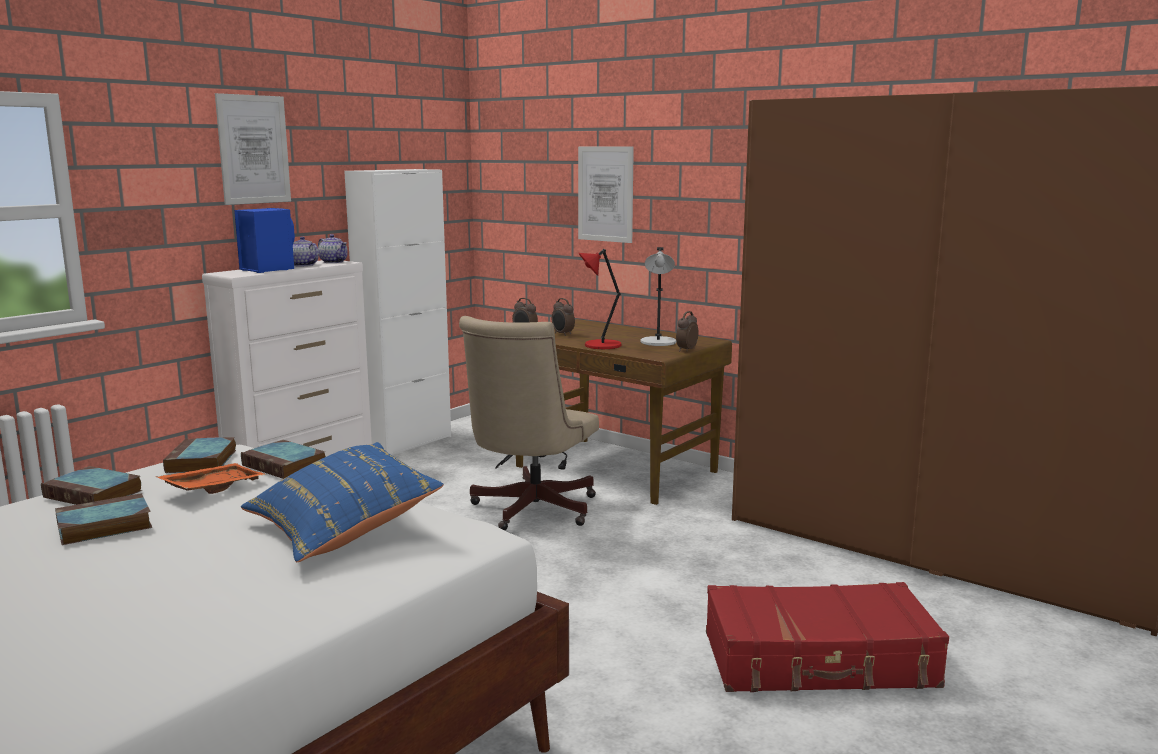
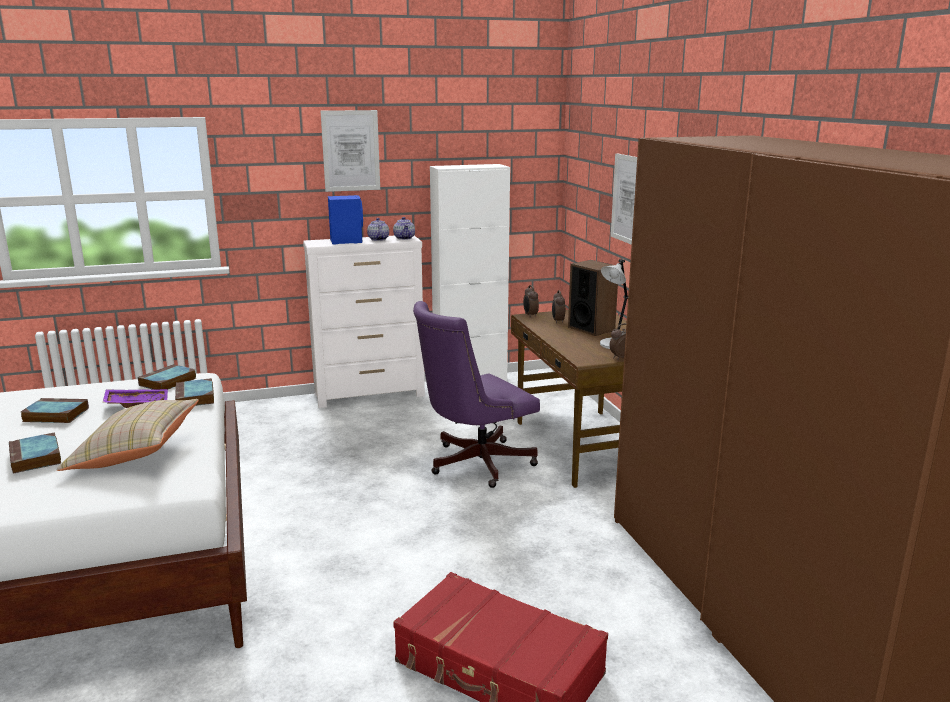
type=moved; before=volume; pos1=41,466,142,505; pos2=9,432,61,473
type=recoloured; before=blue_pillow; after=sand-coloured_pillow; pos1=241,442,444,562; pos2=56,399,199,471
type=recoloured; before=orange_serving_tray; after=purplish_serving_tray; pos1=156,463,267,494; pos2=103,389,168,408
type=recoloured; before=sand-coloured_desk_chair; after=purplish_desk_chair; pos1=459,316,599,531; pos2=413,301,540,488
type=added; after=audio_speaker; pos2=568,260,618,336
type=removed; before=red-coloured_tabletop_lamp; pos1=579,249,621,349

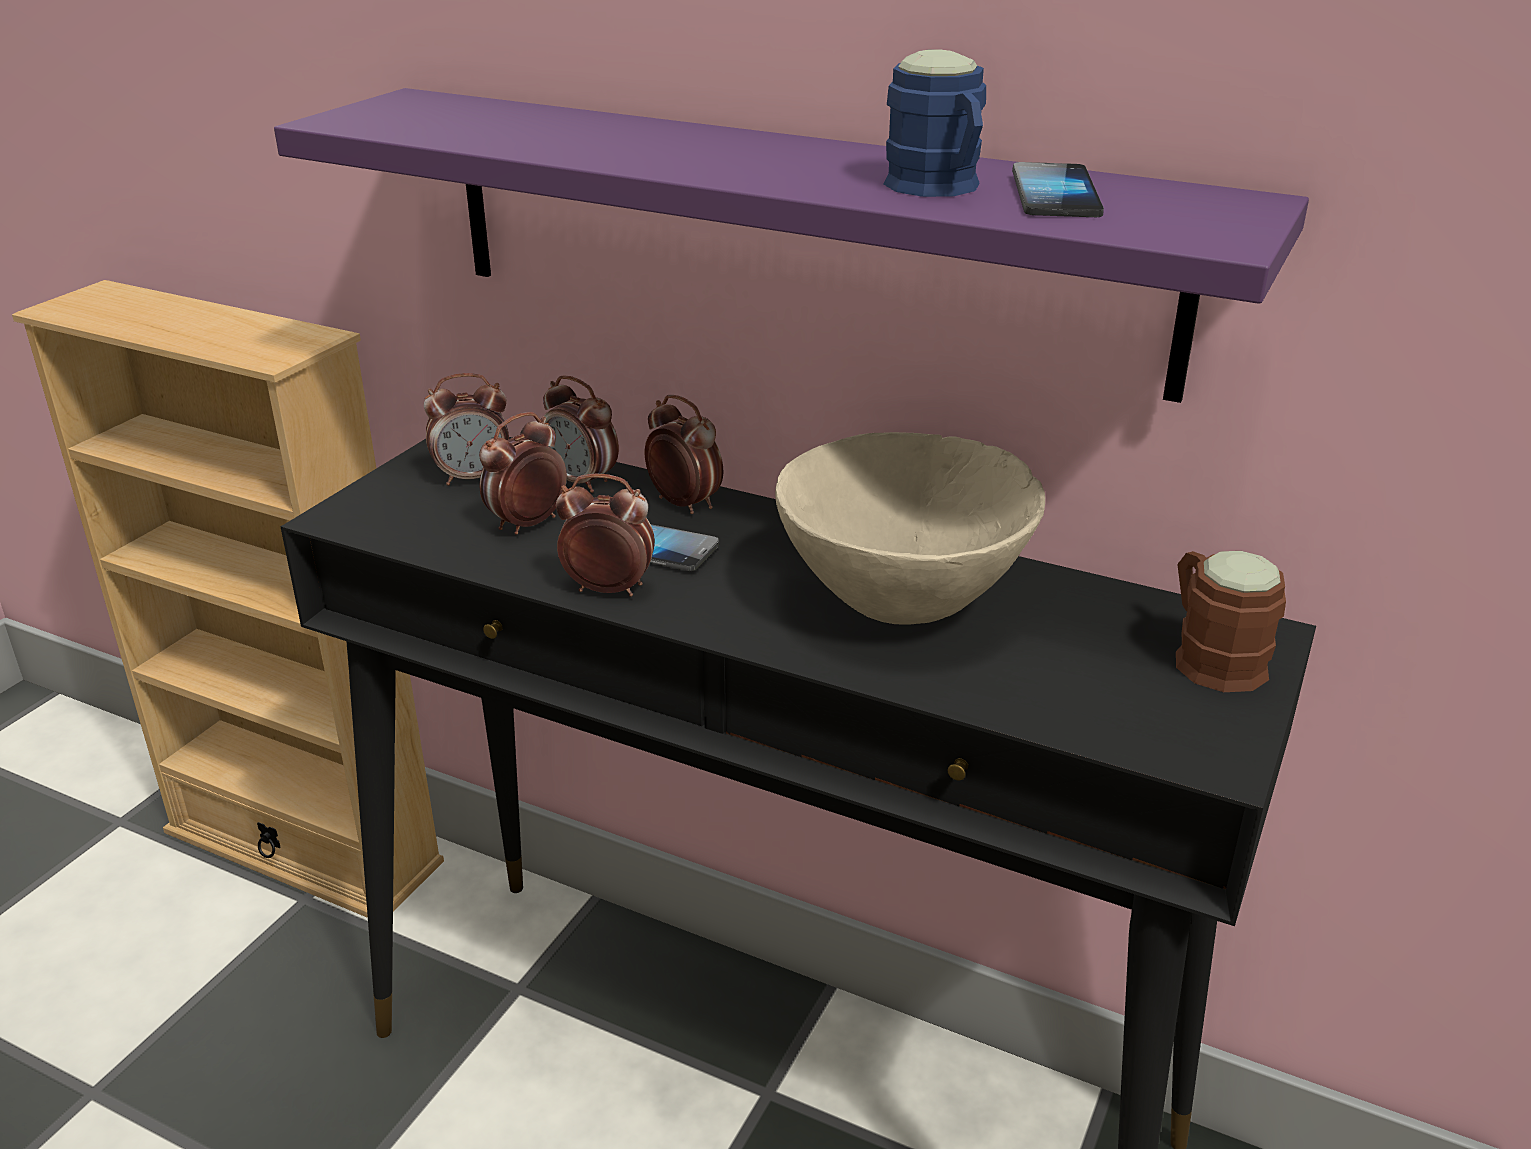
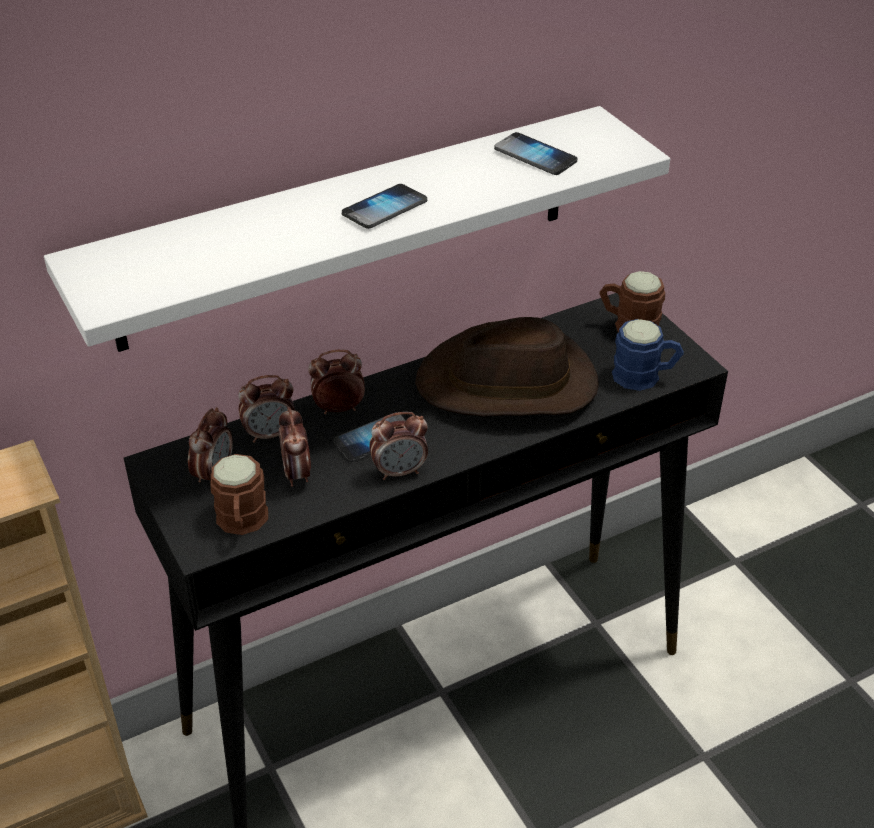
type=recoloured; before=purplish_wall_shelf; after=whitish_wall_shelf; pos1=274,88,1309,403; pos2=44,106,670,352
type=added; after=brownish_mug; pos2=211,454,268,535
type=added; after=phone; pos2=342,184,427,229
type=turned; before=alarm_clock; pos1=556,473,655,597; pos2=369,412,428,480; turn=-150
type=replaced; before=sand-coloured_deep_dish; after=brownish_clothing_hat; pos1=775,432,1045,625; pos2=415,317,599,417
type=moved; before=blue_mug; pos1=883,50,986,197; pos2=612,319,684,391

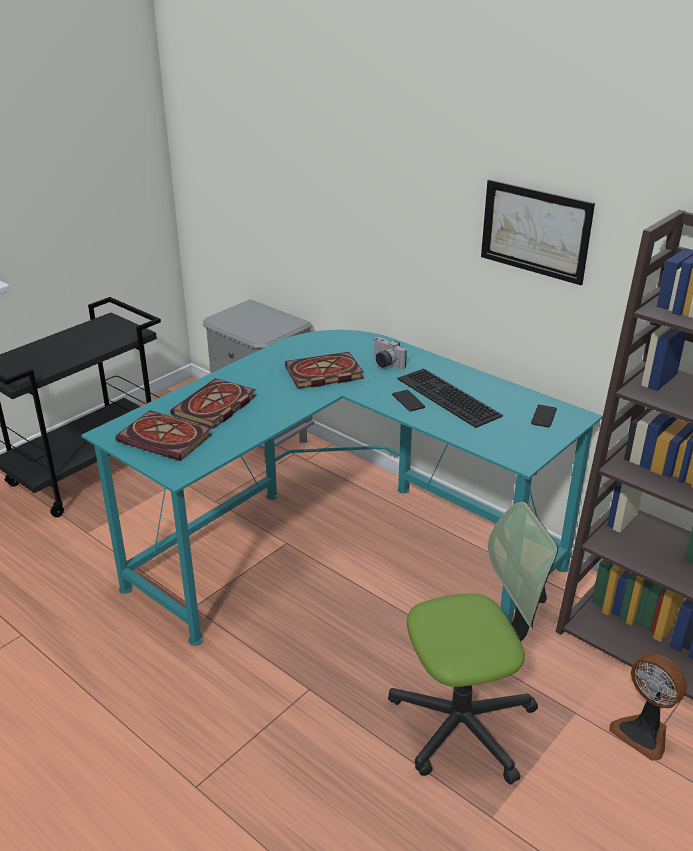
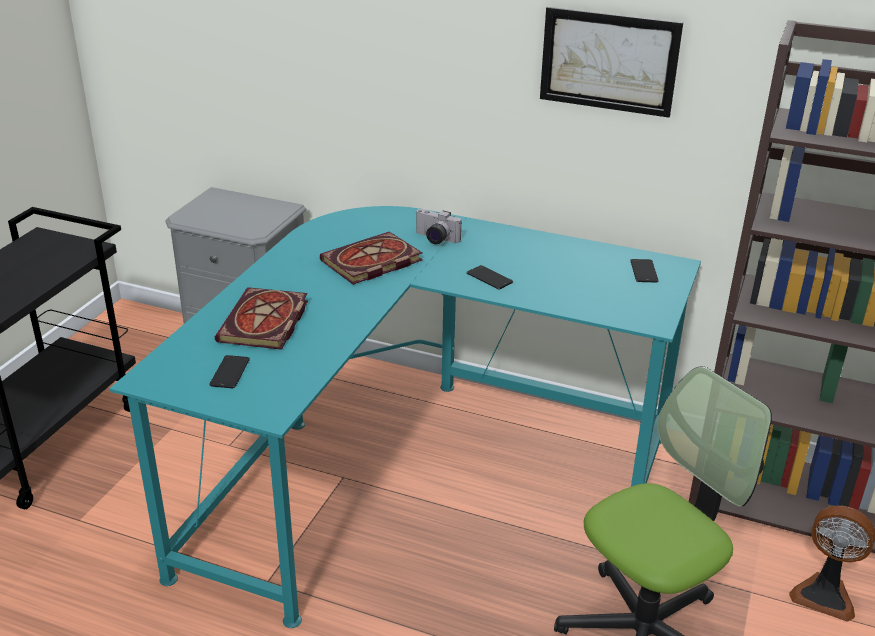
type=replaced; before=volume; after=phone; pos1=115,410,212,461; pos2=210,355,250,388
type=removed; before=PC_keyboard; pos1=397,368,503,428

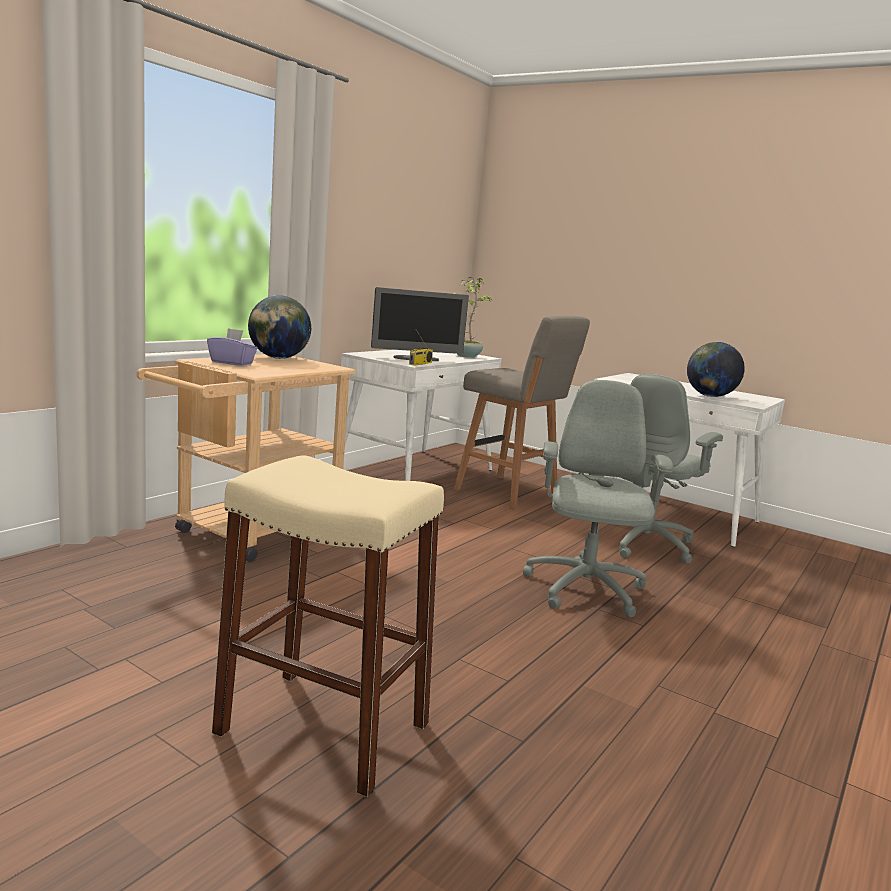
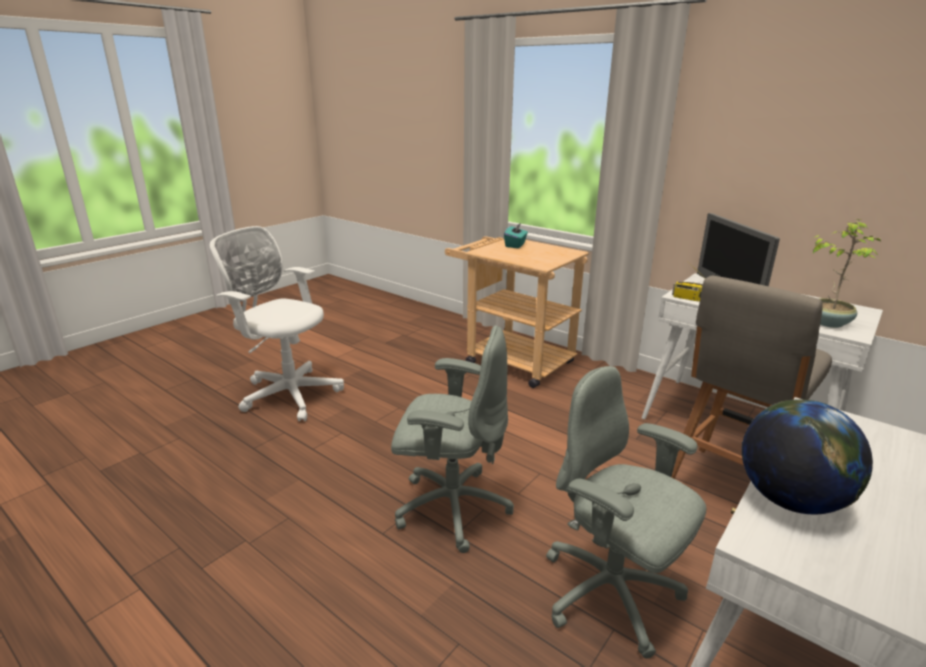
type=replaced; before=sand-coloured_stool_seat; after=whitish_desk_chair; pos1=212,455,444,797; pos2=210,226,344,421
type=recoloured; before=purplish_tissue_holder; after=blue-green_tissue_holder; pos1=207,328,258,366; pos2=504,222,528,248
type=removed; before=world_globe; pos1=248,295,311,359

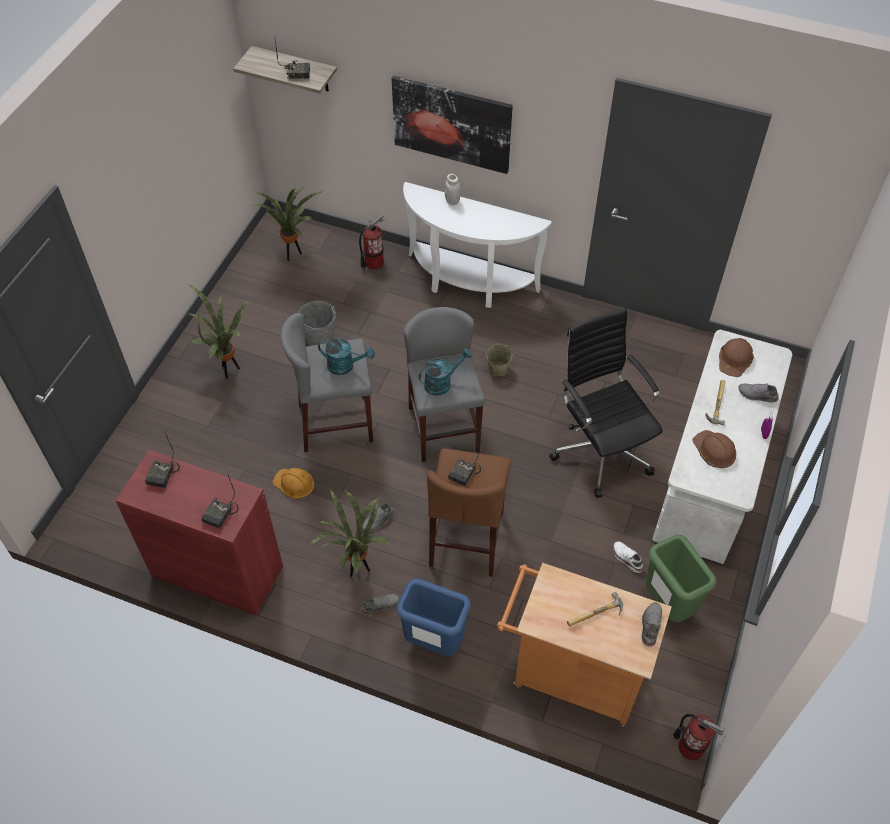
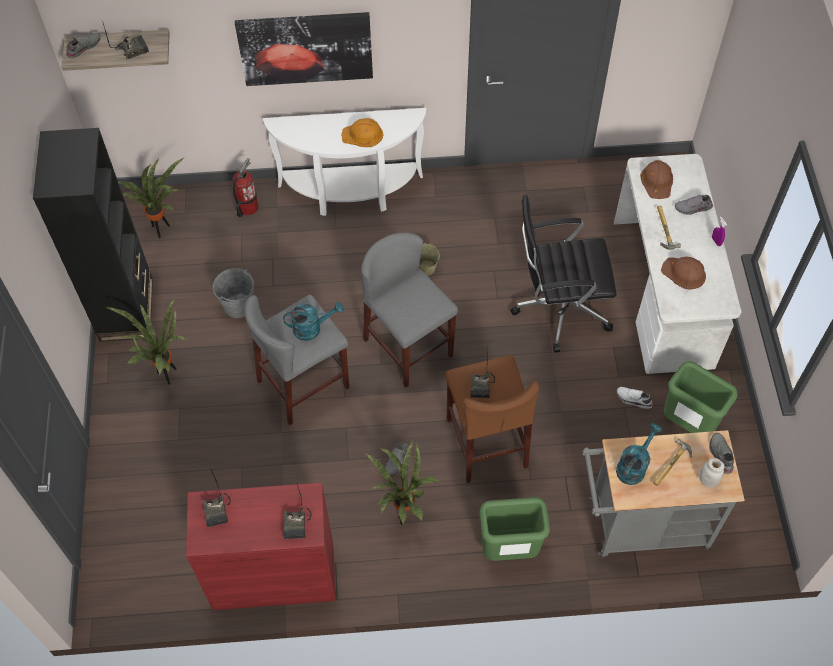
type=added; after=black_shelving_unit; pos2=33,128,153,342
type=moved; before=greyish_low_shoe; pos1=360,594,400,615; pos2=66,33,101,58
type=moved; before=orange_safety_helmet; pos1=272,468,314,499; pos2=341,118,383,147
type=recoloured; before=blue_waste_bin; after=greenish_waste_bin; pos1=396,578,471,656; pos2=479,497,550,561
type=turned; before=black_desk_chair; pos1=549,308,663,498; pos2=510,195,616,352; turn=-45
type=recoloured; before=orange_wheeled_cart; after=greyish_wheeled_cart; pos1=497,563,672,727; pos2=582,430,745,557
type=moved; before=blue-green_sprinkling_can; pos1=419,348,472,396; pos2=616,423,662,485
type=moved; before=whitish_storage_jar; pos1=445,174,461,205; pos2=699,458,725,488
type=removed; before=extinguisher; pos1=673,714,724,760

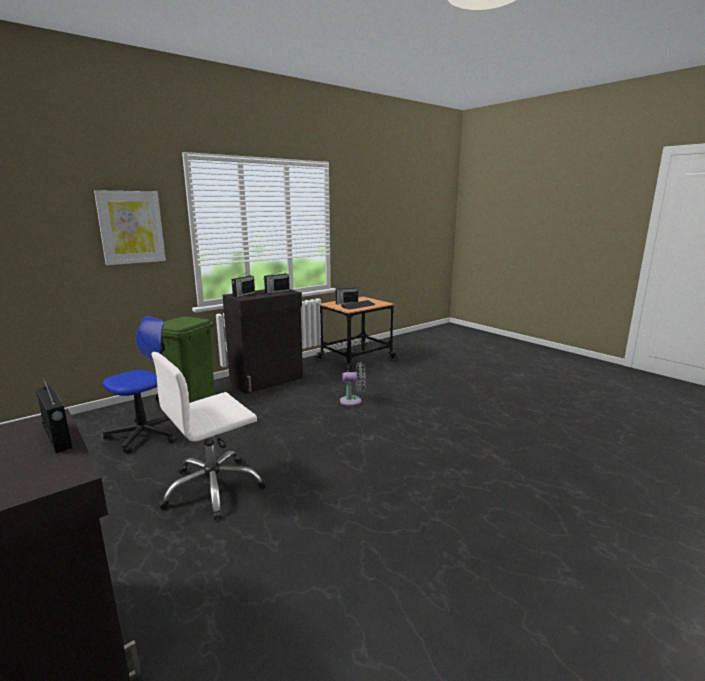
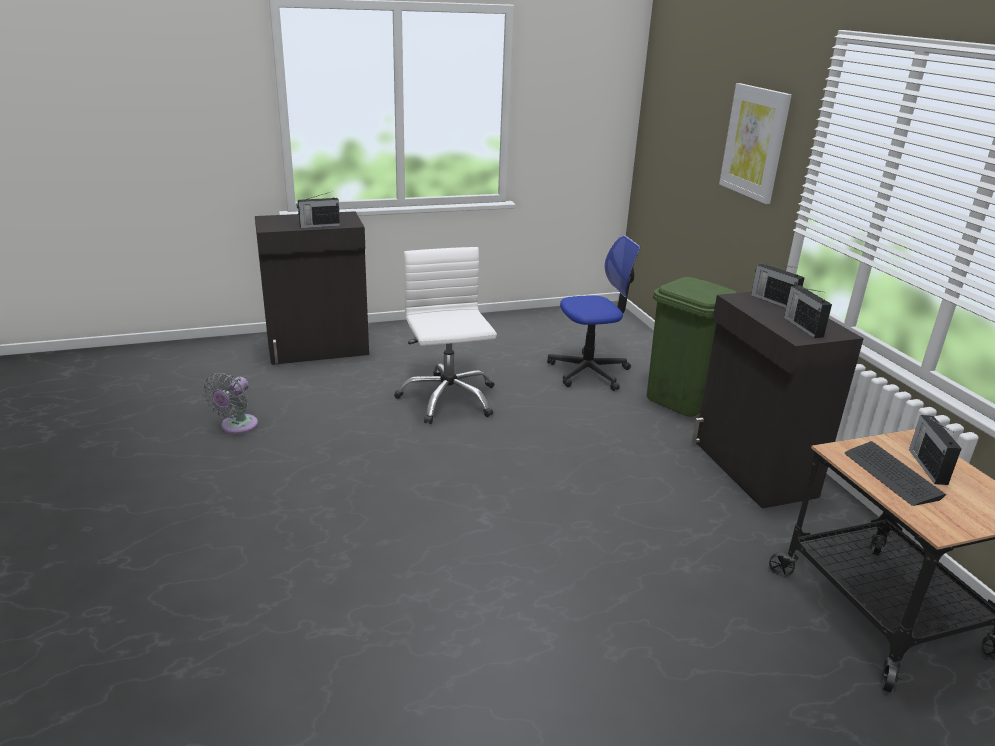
type=moved; before=greyish_cooling_fan; pos1=340,362,366,406; pos2=203,373,258,434
type=turned; before=desk_chair; pos1=103,316,176,453; pos2=547,235,640,391; turn=-75

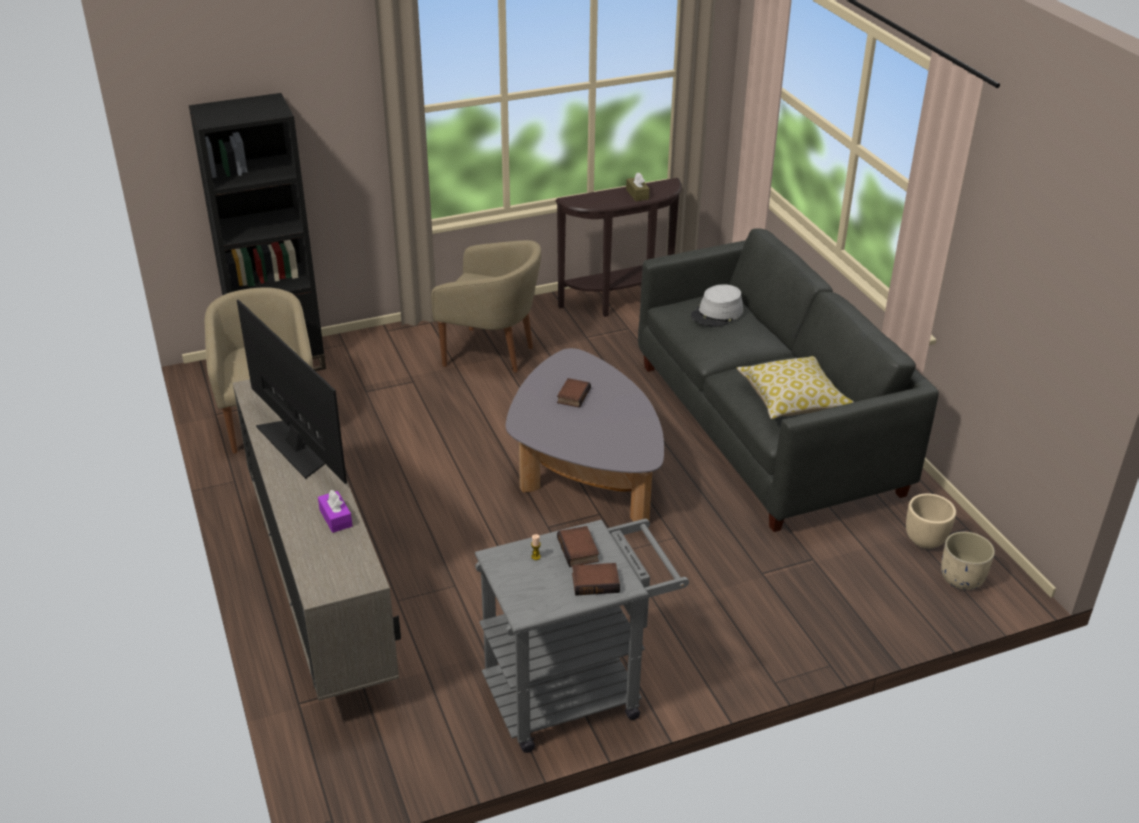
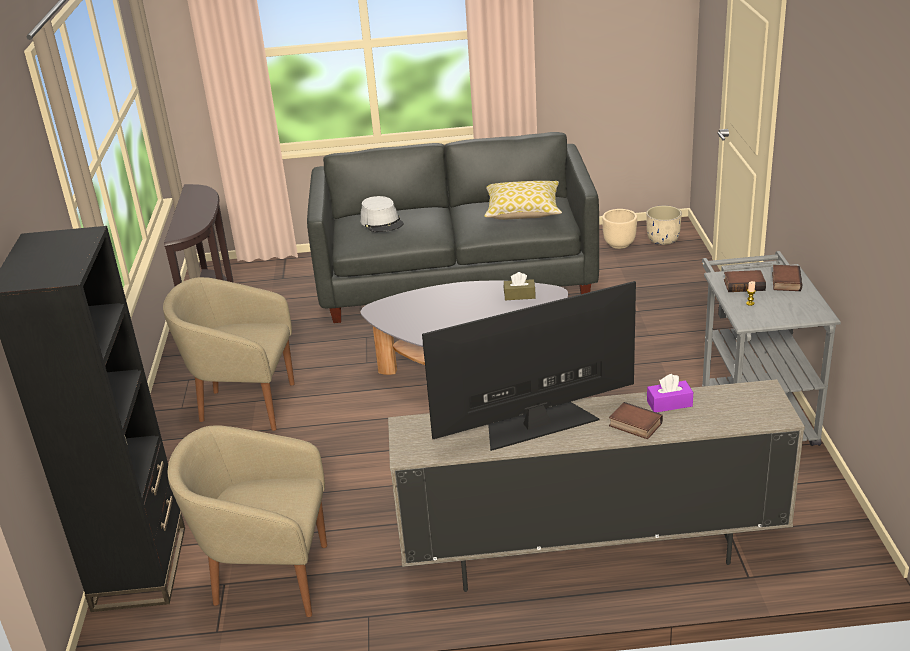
type=turned; before=sand-coloured_lounge_chair; pos1=431,240,541,372; pos2=163,277,295,431; turn=-120
type=moved; before=brownish_tissue_holder; pos1=626,172,650,201; pos2=504,272,535,300
type=moved; before=volume; pos1=557,378,591,408; pos2=609,402,663,439

